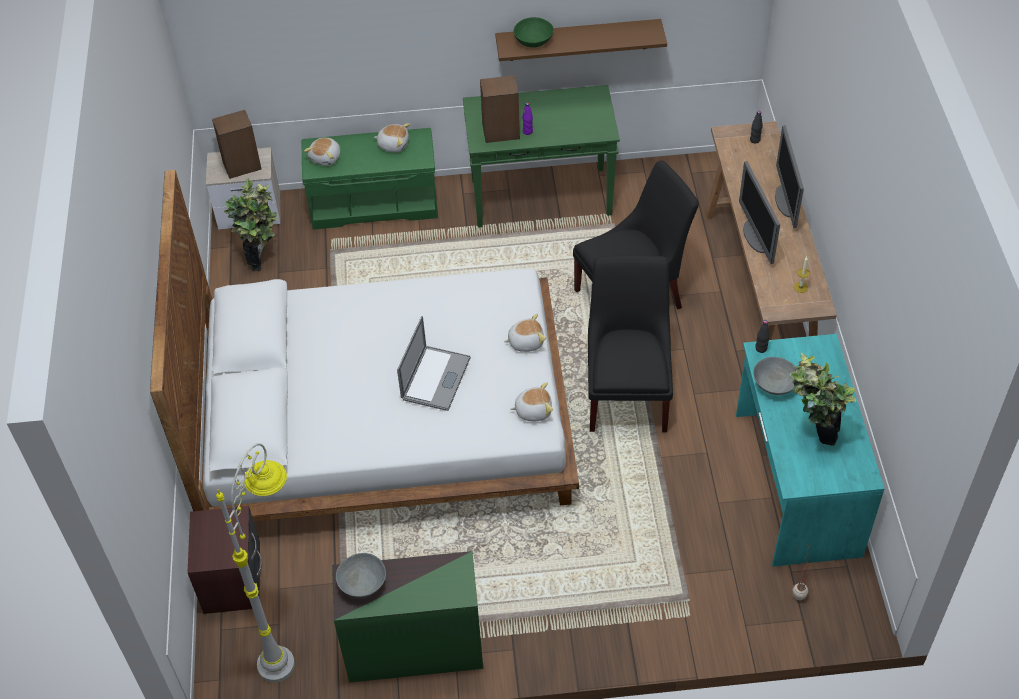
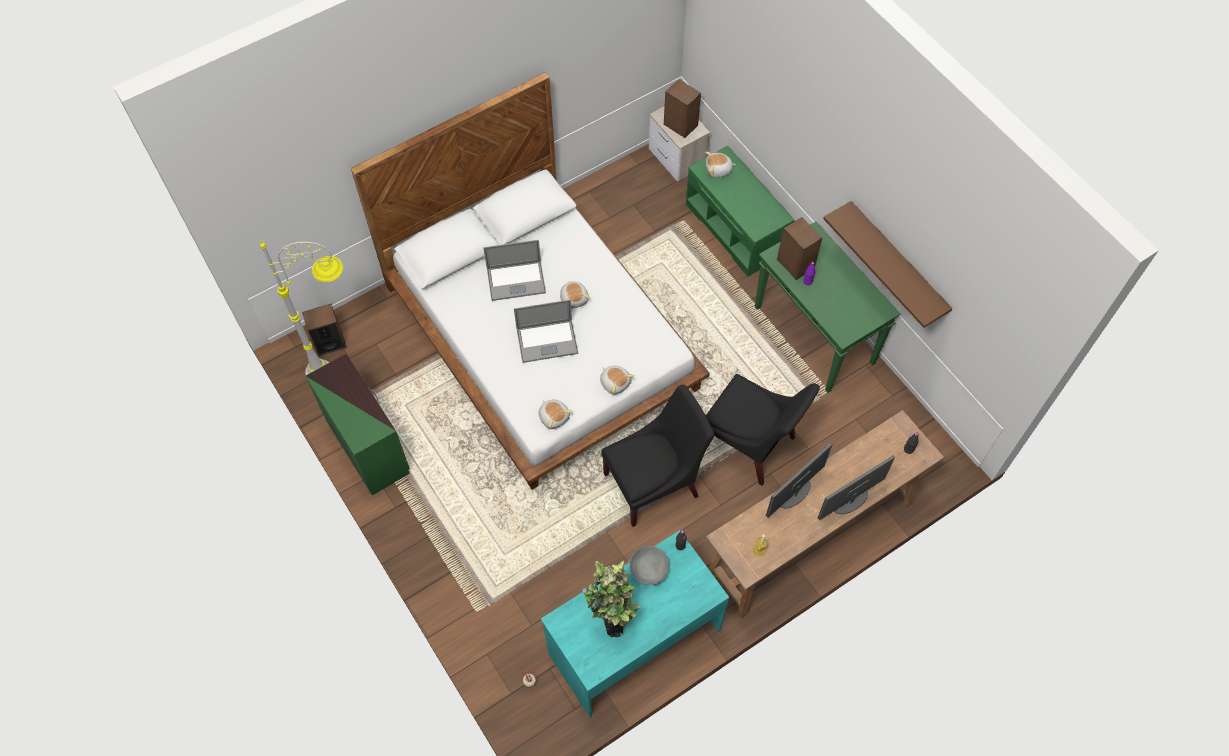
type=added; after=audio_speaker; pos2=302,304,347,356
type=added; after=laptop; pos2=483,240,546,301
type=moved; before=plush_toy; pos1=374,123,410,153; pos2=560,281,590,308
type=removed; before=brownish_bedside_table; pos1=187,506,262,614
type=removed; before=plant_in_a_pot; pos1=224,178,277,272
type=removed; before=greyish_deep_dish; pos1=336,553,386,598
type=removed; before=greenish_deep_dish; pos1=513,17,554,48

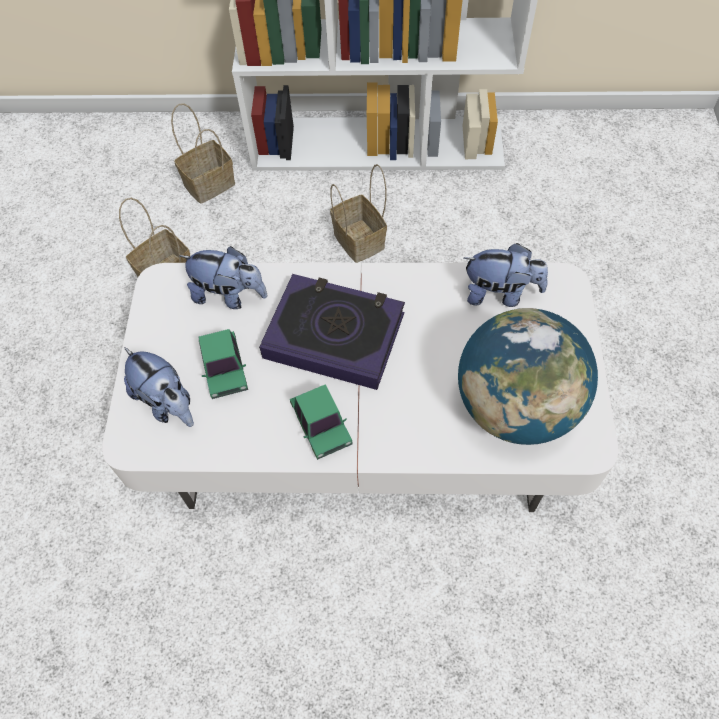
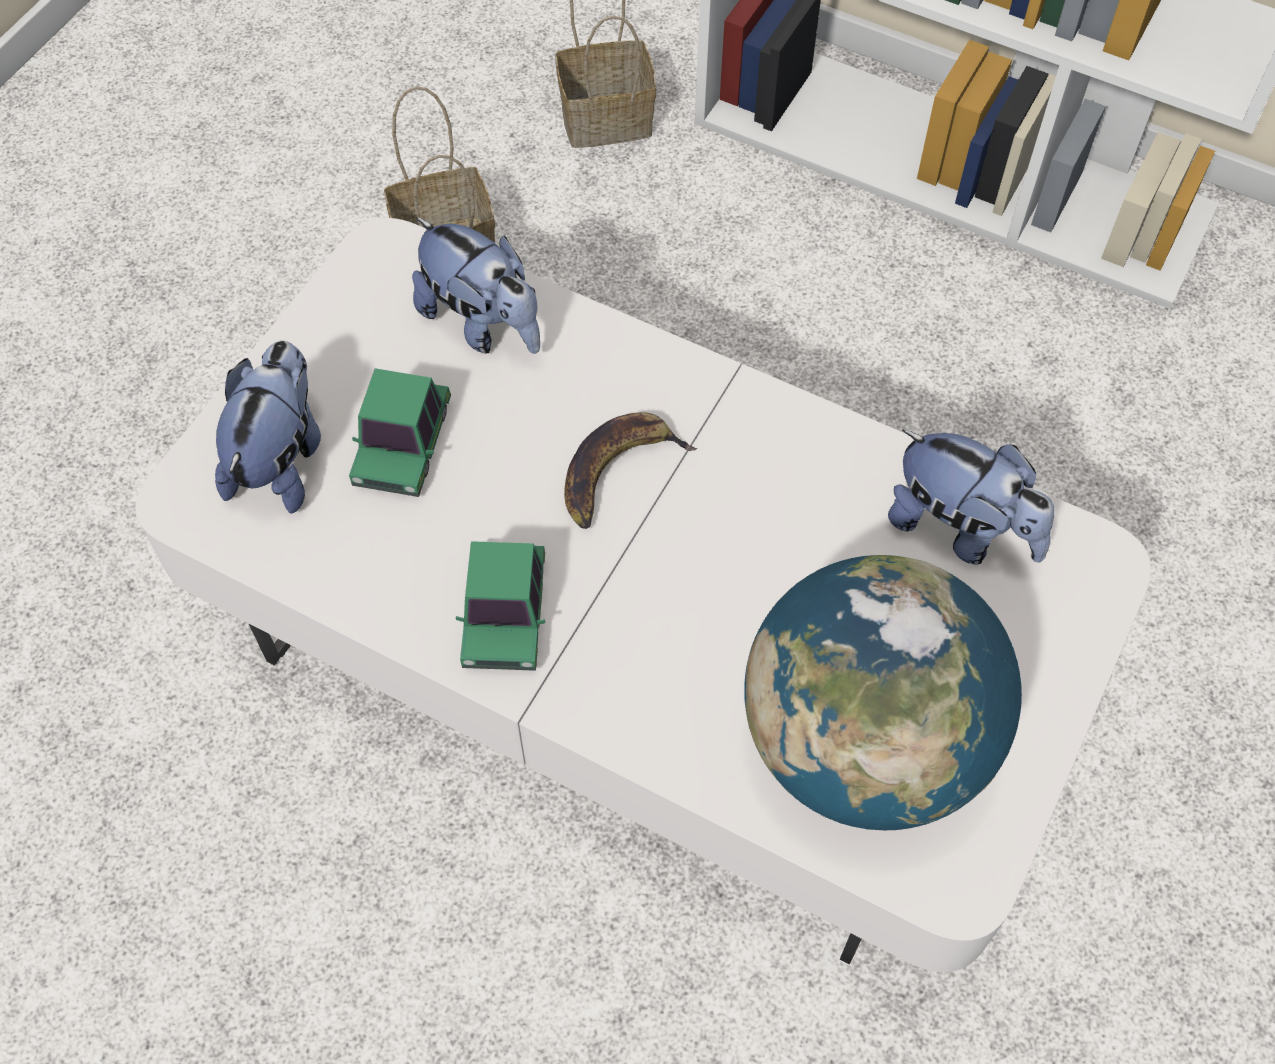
type=turned; before=plush_toy; pos1=124,347,194,427; pos2=215,341,321,514; turn=-150
type=replaced; before=volume; after=whole_banana; pos1=259,274,405,390; pos2=564,412,698,529
type=removed; before=storage_basket; pos1=330,164,387,263

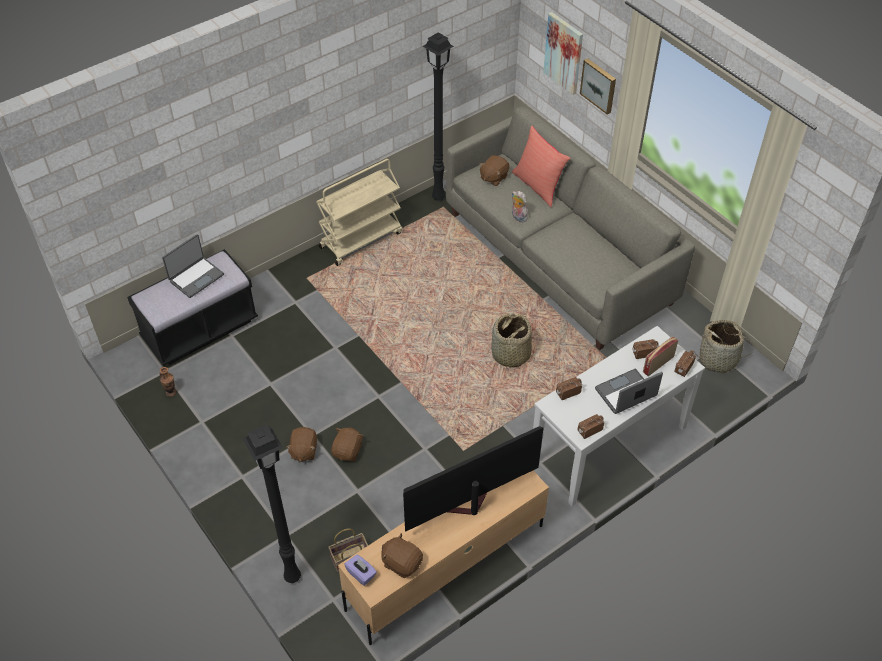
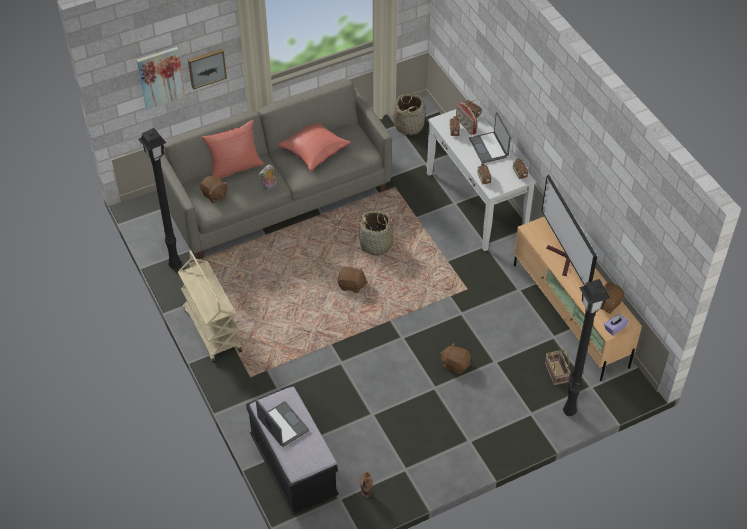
type=added; after=red-coloured_pillow; pos2=278,123,351,171
type=moved; before=brownish_plush_toy; pos1=286,427,317,462; pos2=338,267,368,293

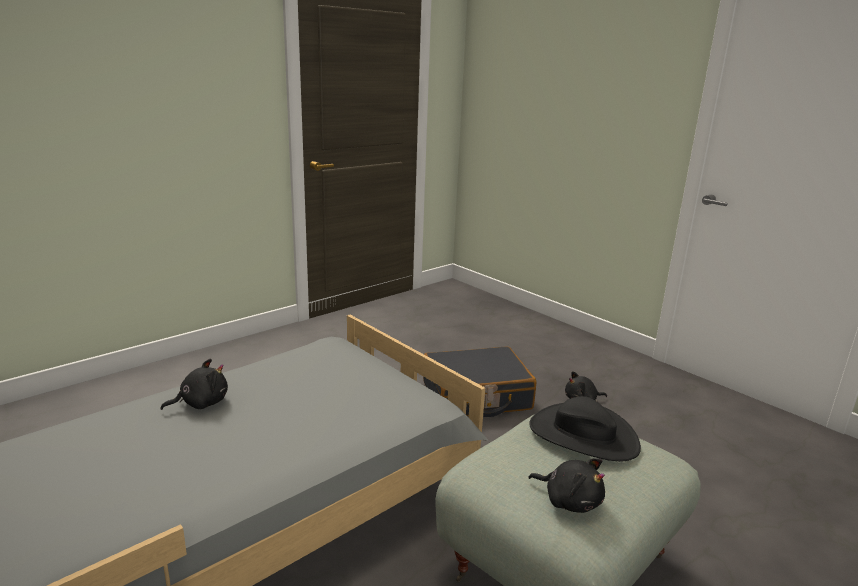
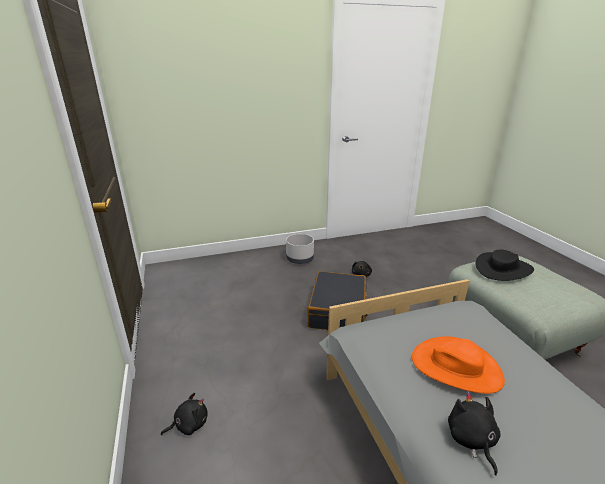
type=moved; before=black_plush_toy; pos1=528,458,605,513; pos2=161,393,208,435
type=added; after=greyish_flower_pot; pos2=286,234,314,264
type=added; after=orange_clothing_hat; pos2=412,336,505,394

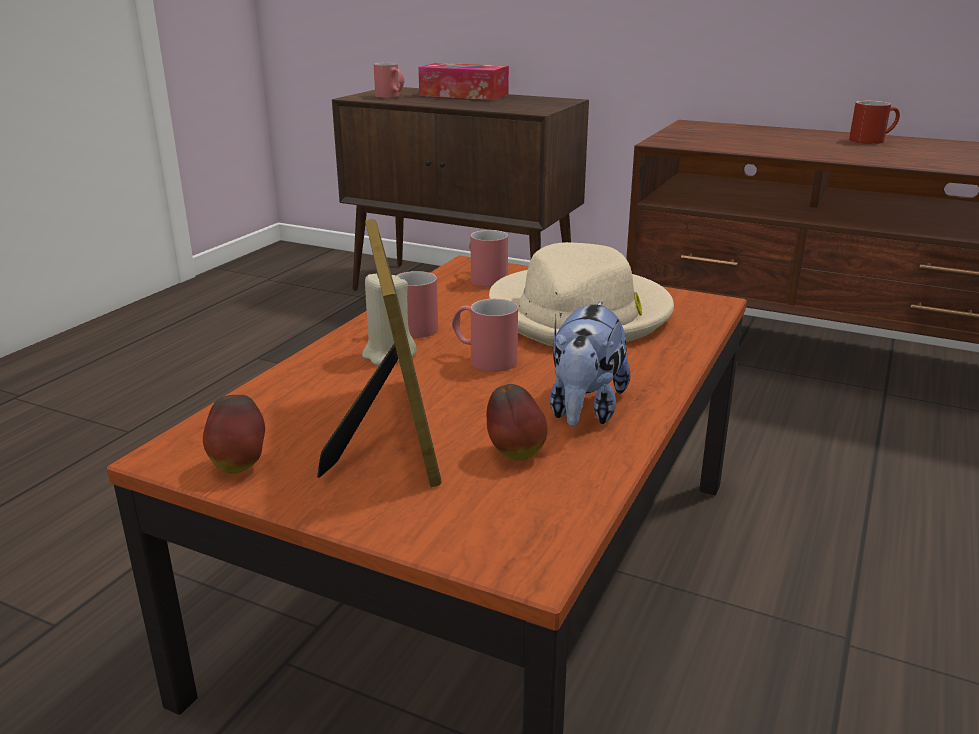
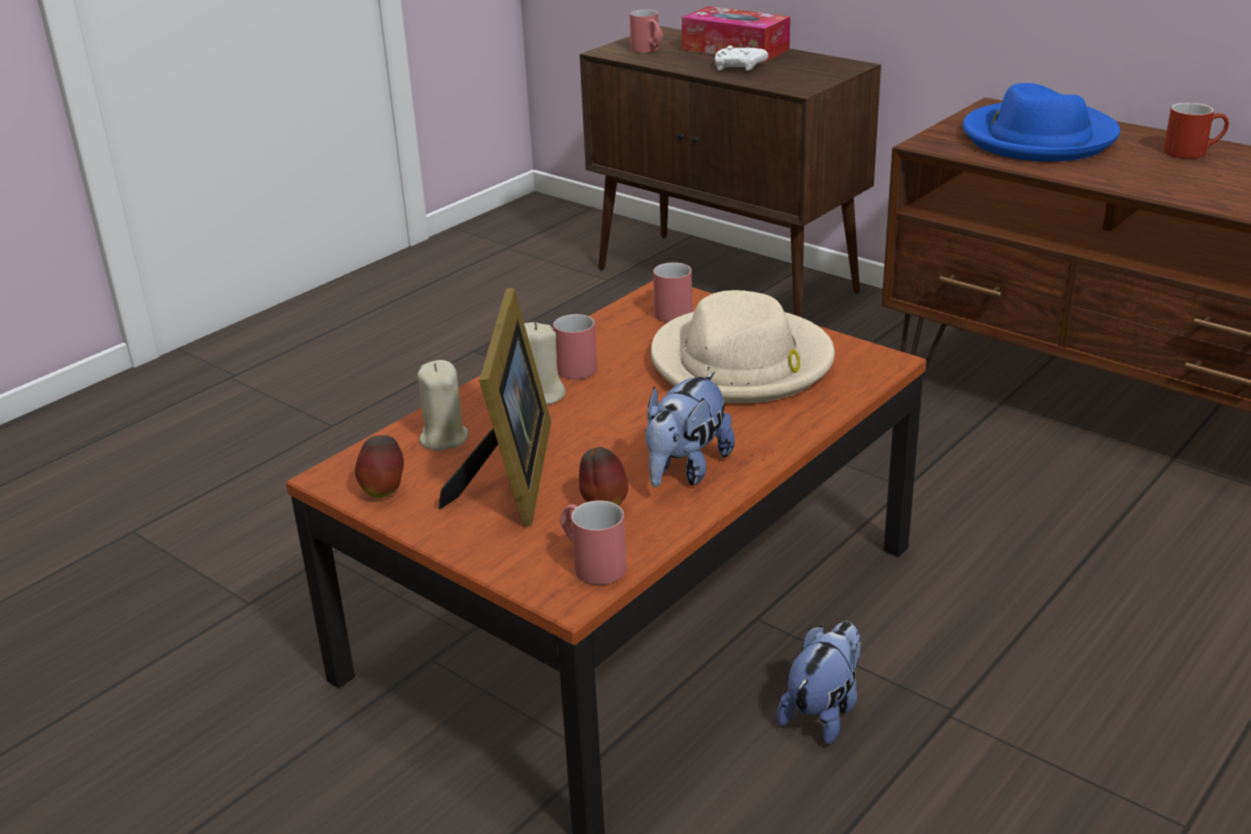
type=added; after=sand-coloured_wax_candle; pos2=417,360,468,451
type=moved; before=red-coloured_mug; pos1=452,299,518,372; pos2=560,500,626,585
type=added; after=whitish_game_controller; pos2=715,45,768,71
type=added; after=plush_toy; pos2=777,621,861,745
type=added; after=blue_clothing_hat; pos2=963,83,1120,162

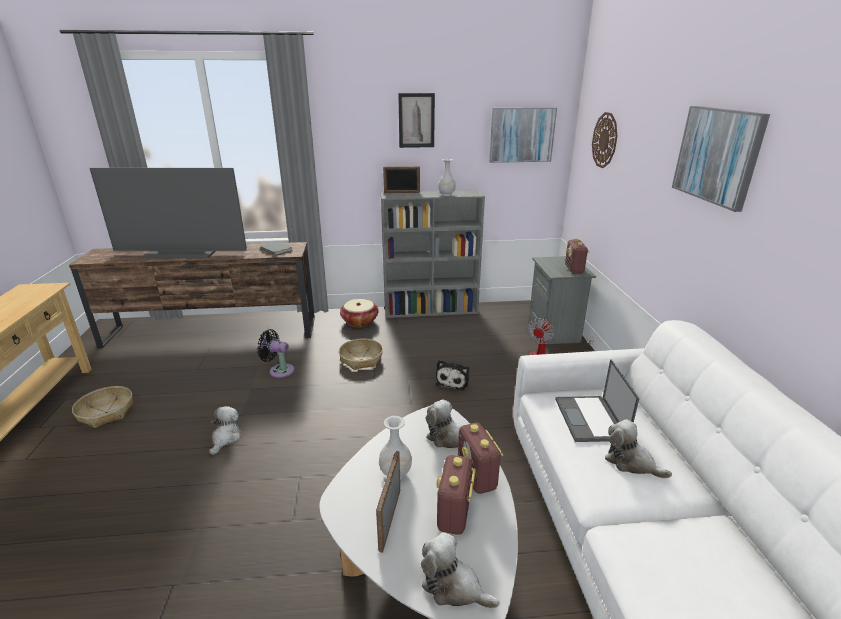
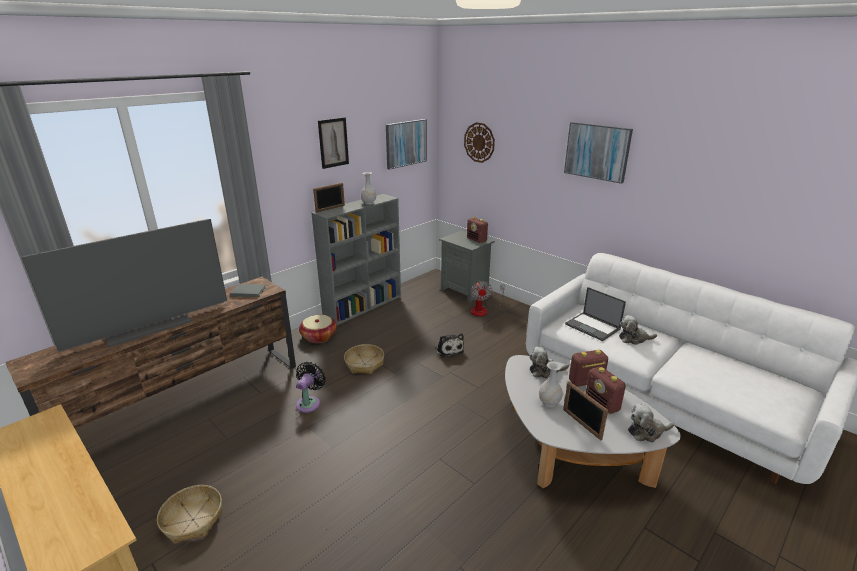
type=turned; before=black_cooling_fan; pos1=257,329,294,378; pos2=296,362,326,413; turn=135
type=turned; before=radio; pos1=458,423,503,494; pos2=569,350,608,387; turn=135
type=removed; before=plush_toy; pos1=209,406,241,455

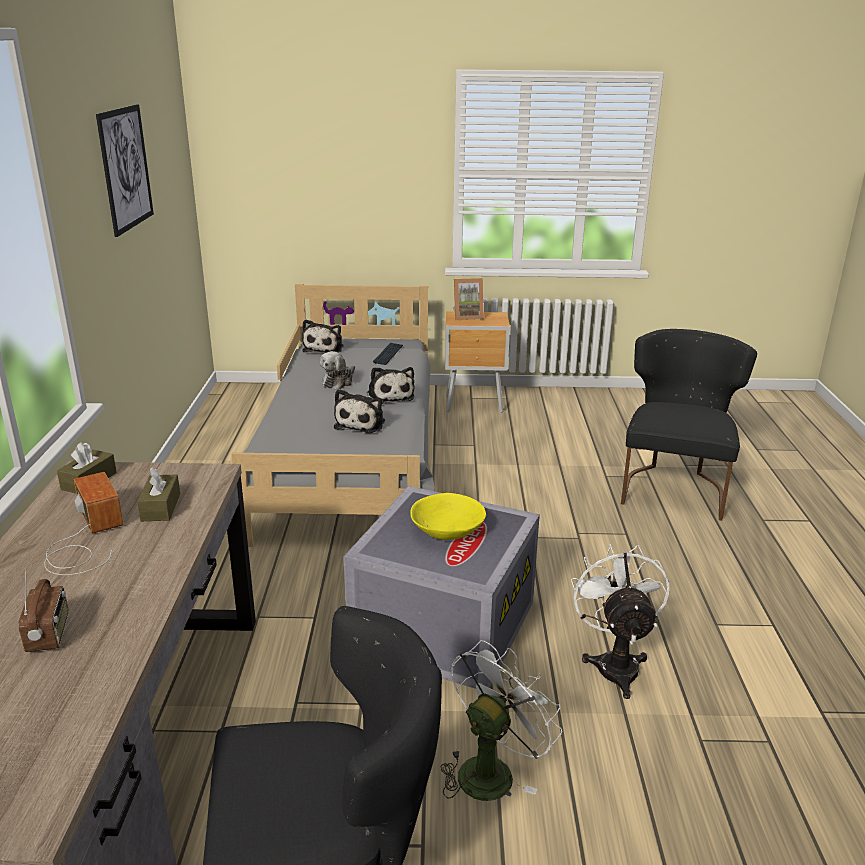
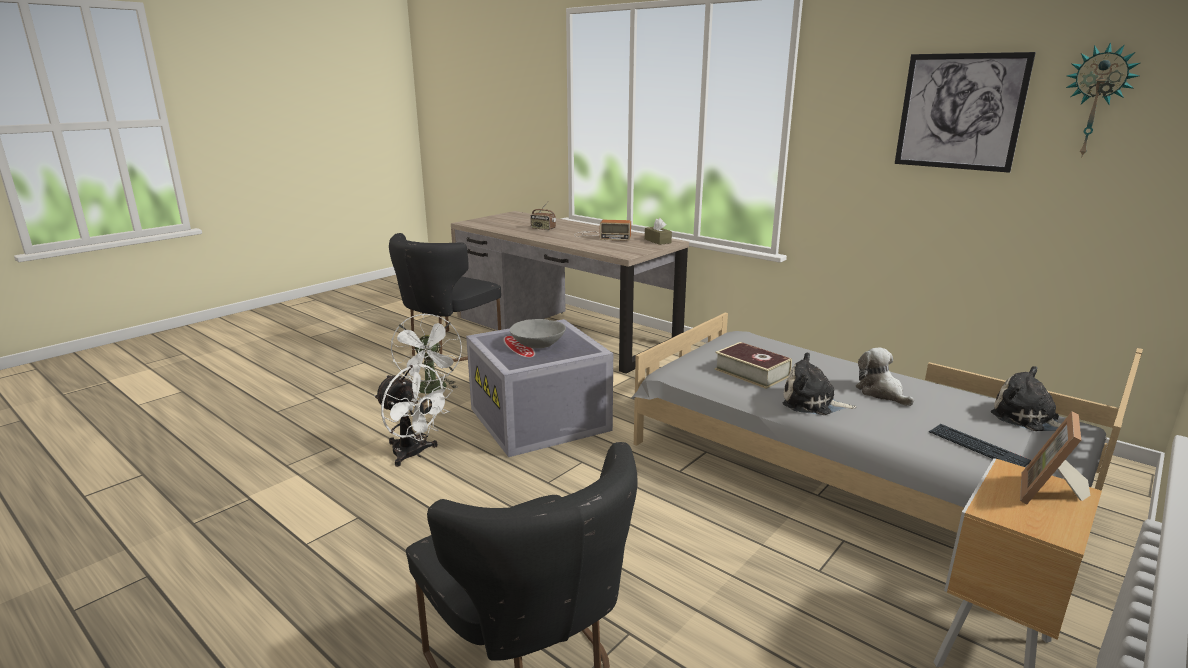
type=recoloured; before=yellow_deep_dish; after=greyish_deep_dish; pos1=410,493,486,540; pos2=510,319,566,348
type=replaced; before=plush_toy; after=volume; pos1=334,389,385,433; pos2=714,342,792,389
type=added; after=hanging_clock; pos2=1066,42,1140,158
type=removed; before=brownish_tissue_holder; pos1=137,467,180,521

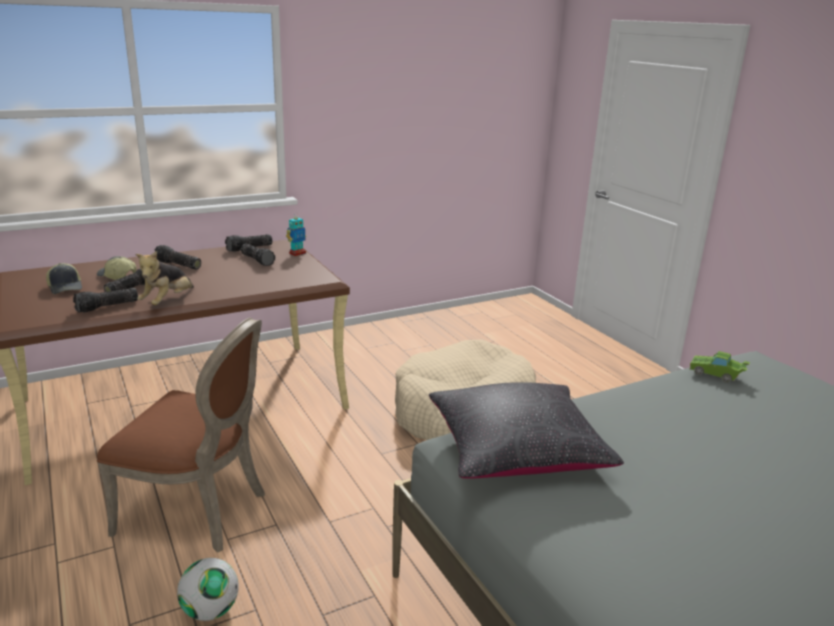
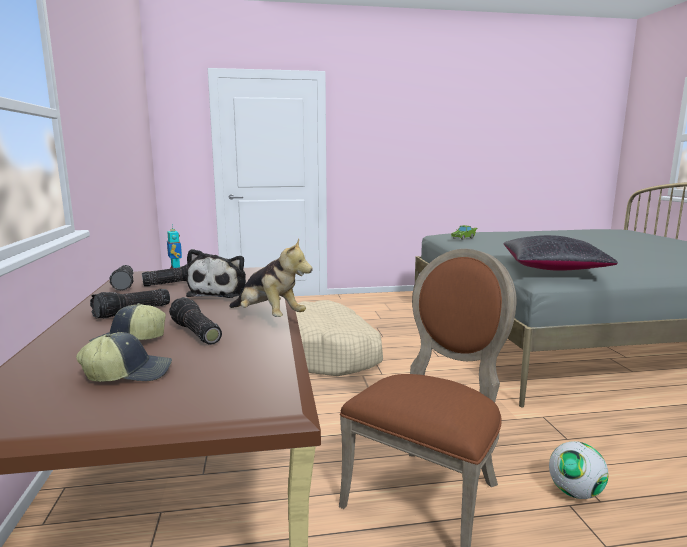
type=added; after=plush_toy; pos2=186,249,246,298
type=removed; before=hand_torch; pos1=73,288,138,313

